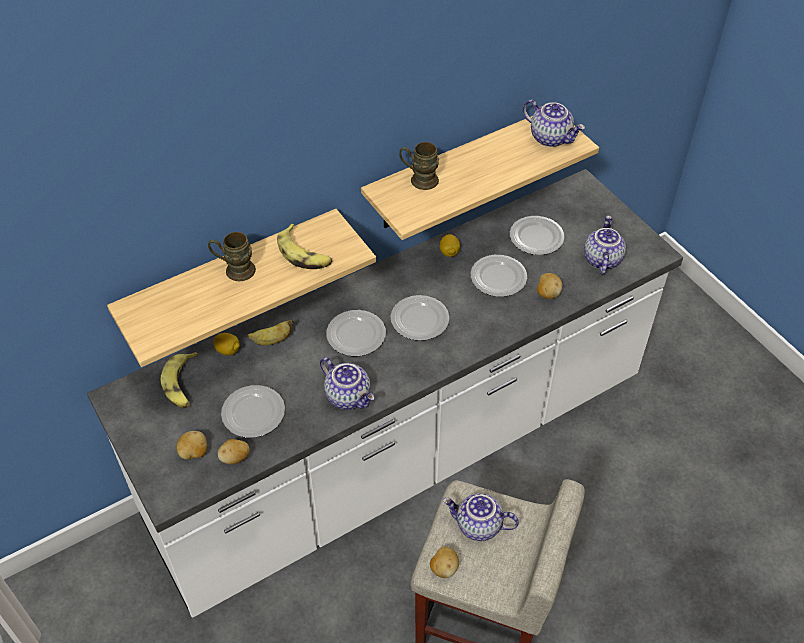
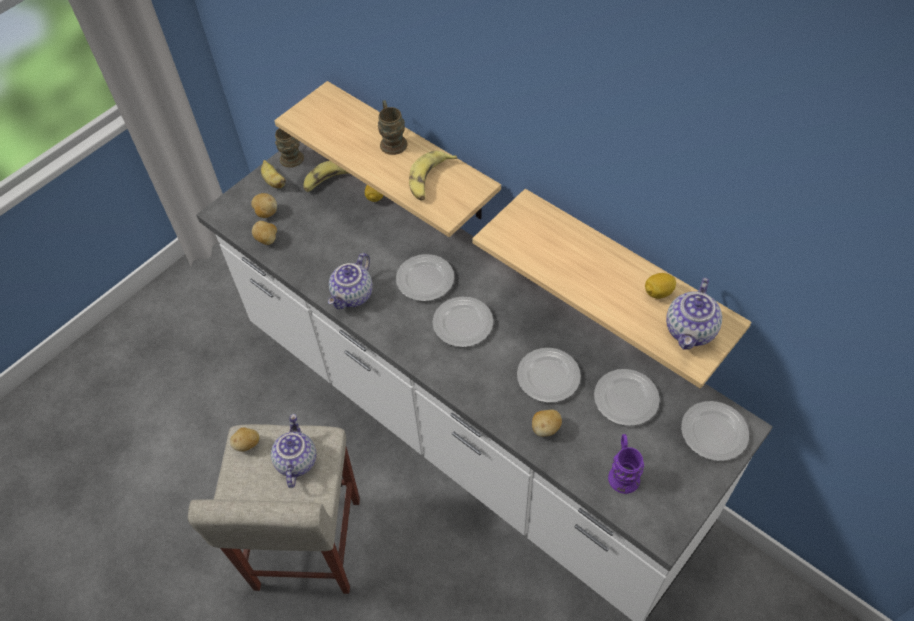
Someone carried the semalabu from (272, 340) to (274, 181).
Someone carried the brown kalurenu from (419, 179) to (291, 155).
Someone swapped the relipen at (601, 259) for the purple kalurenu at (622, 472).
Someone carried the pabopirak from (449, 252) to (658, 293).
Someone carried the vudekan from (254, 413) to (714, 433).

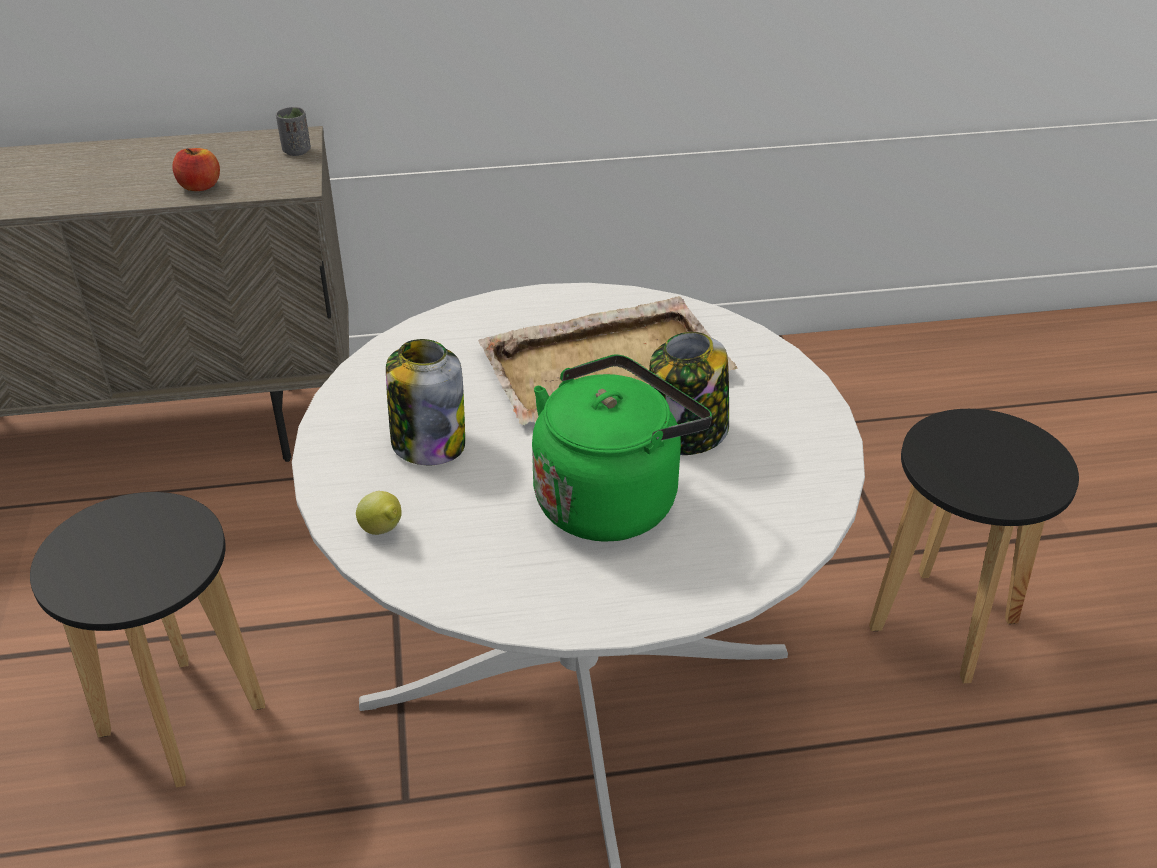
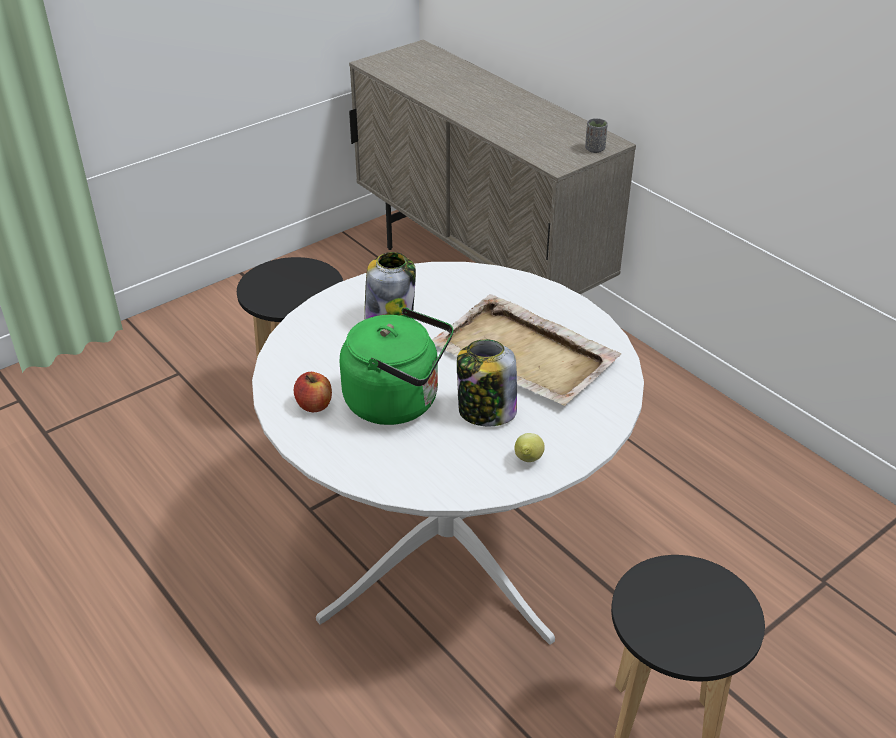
Someone carried the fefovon from (200, 186) to (314, 405).
Someone carried the pabopirak from (383, 531) to (528, 460).

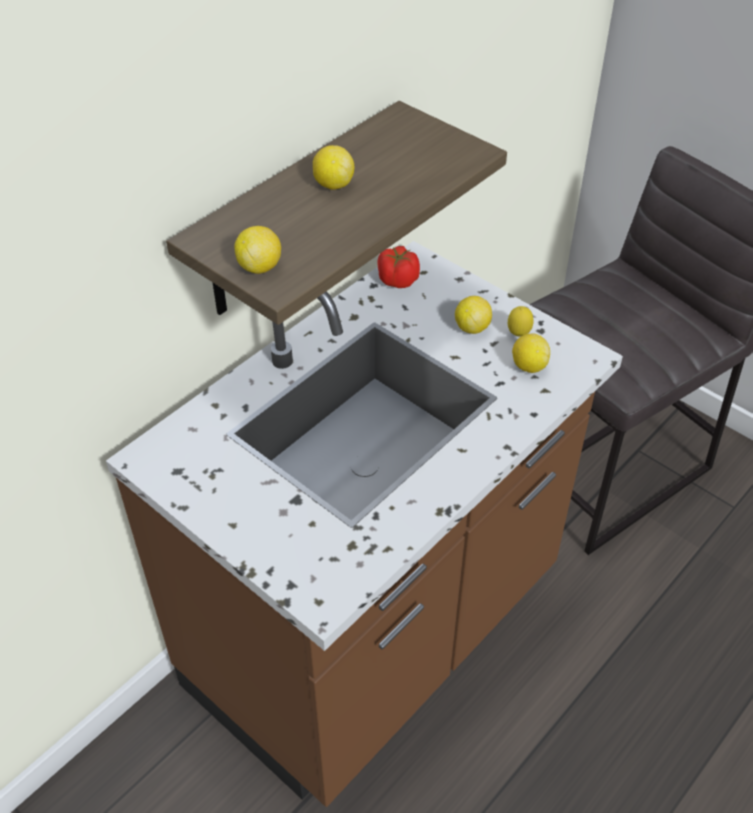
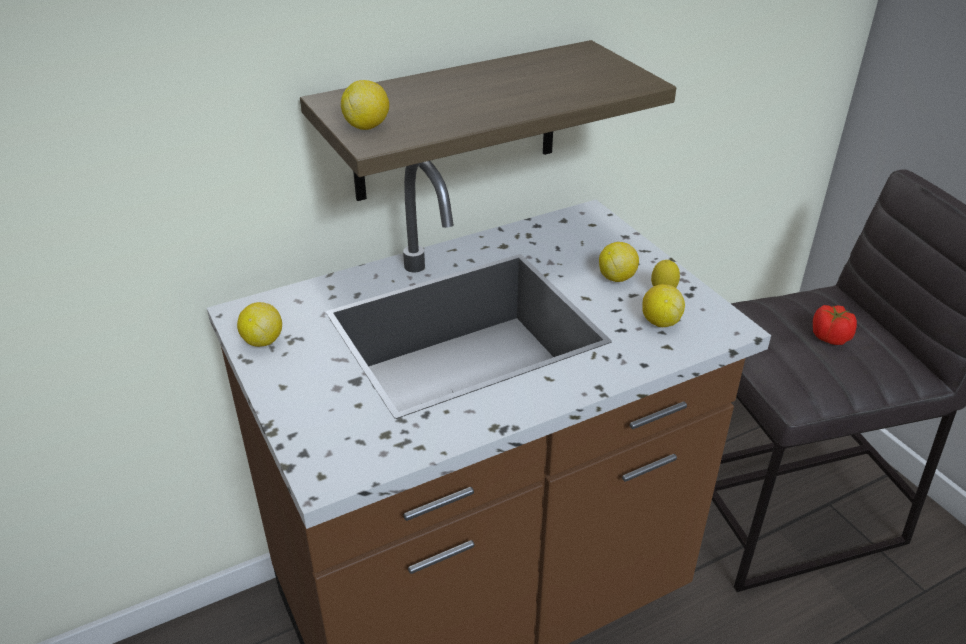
Someone carried the pabopirak from (333, 184) to (262, 340).
Someone carried the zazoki from (397, 280) to (829, 337).

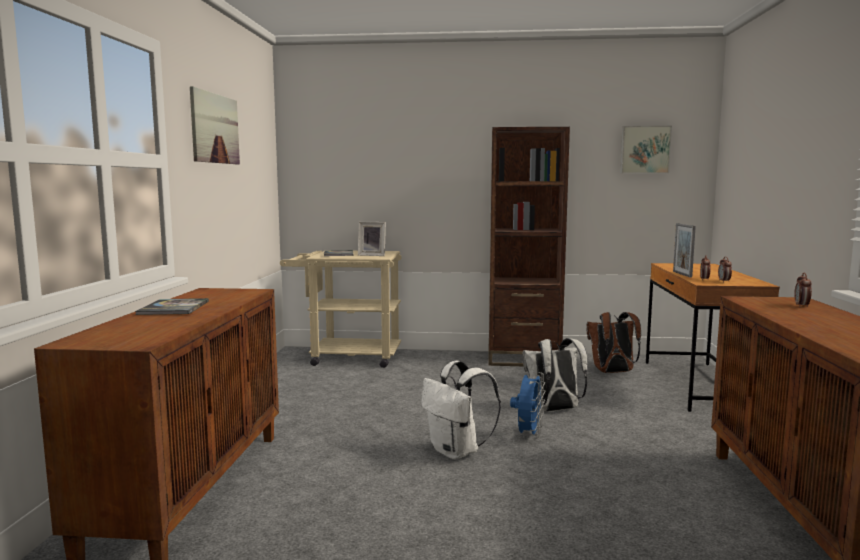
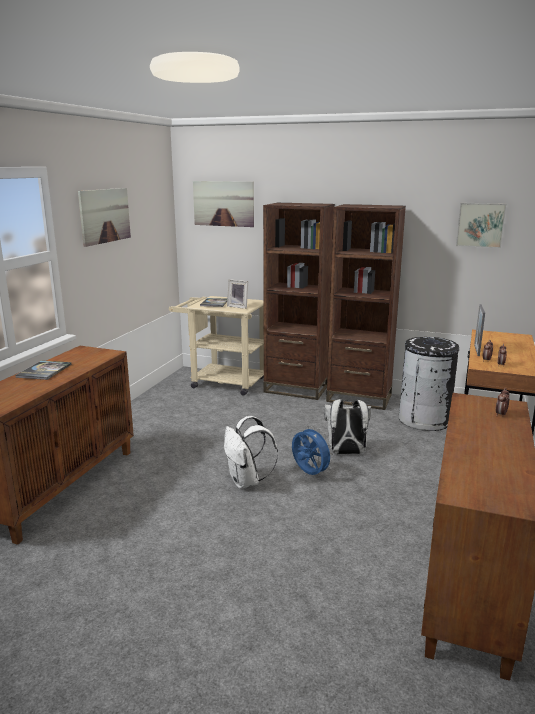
Someone put up the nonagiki at (223, 203).
Someone put down the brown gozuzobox at (296, 389).
Someone rotated the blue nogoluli at (528, 435) by 75 degrees counterclockwise.
Someone swapped the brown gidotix at (612, 372) for the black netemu at (424, 420).

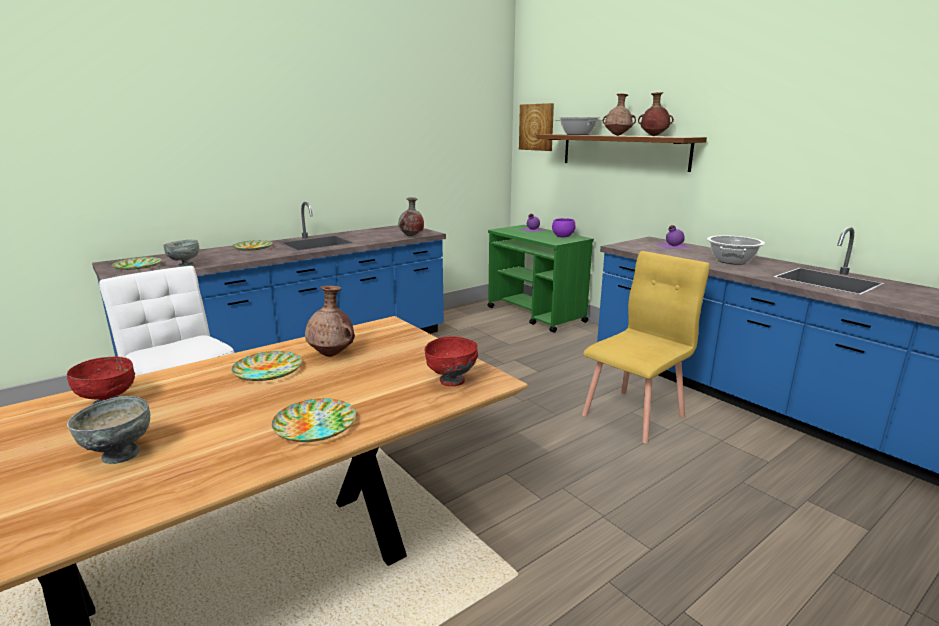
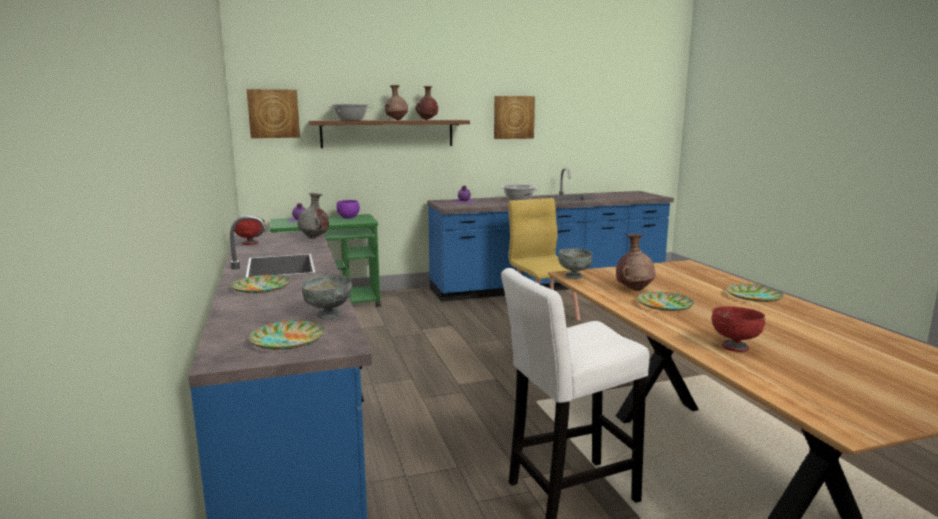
Someone carried the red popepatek from (451, 381) to (250, 243).
Someone put up the nonagiki at (513, 117).
Someone carried the grey popepatek from (120, 455) to (574, 276).

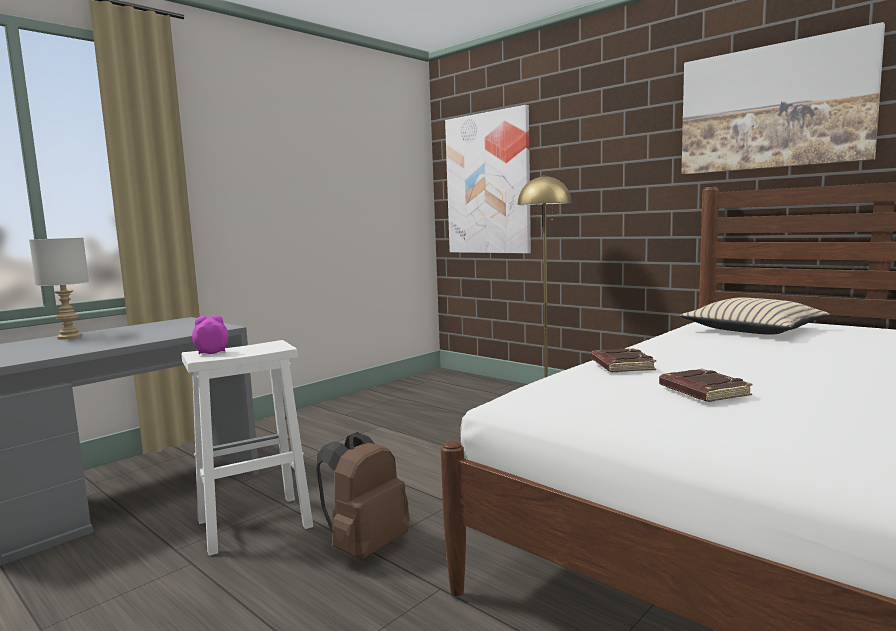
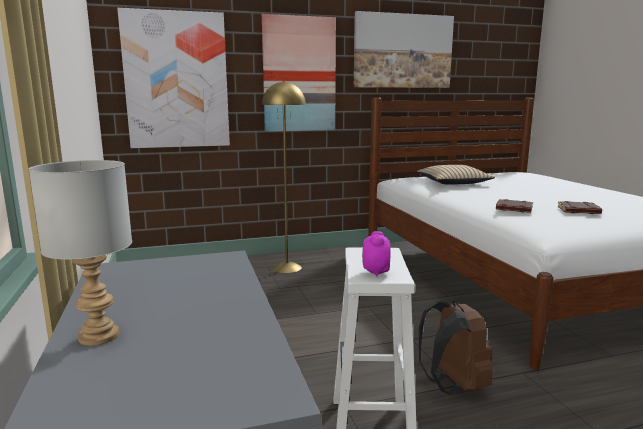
Someone put up the nonagiki at (299, 75).

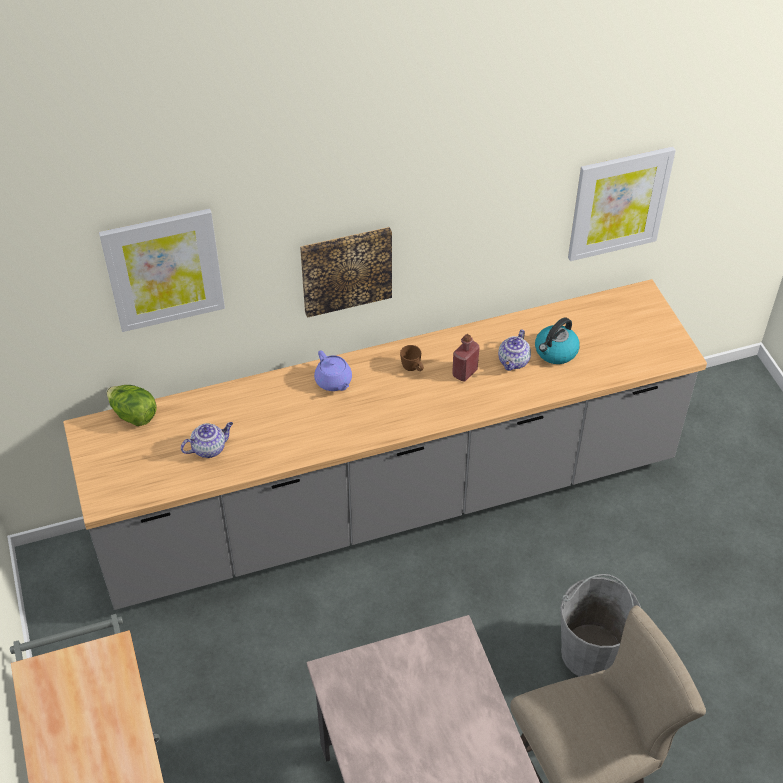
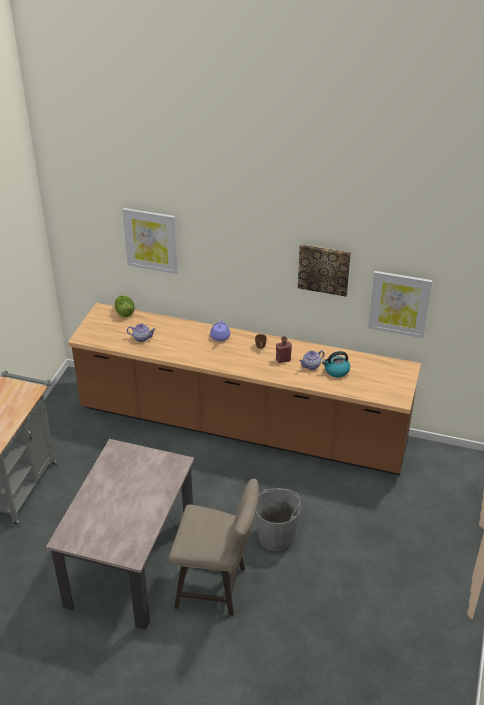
Someone repainted the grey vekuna at (391, 503), which became the brown vekuna at (242, 427).
Someone carried the nonagiki from (346, 270) to (324, 269).

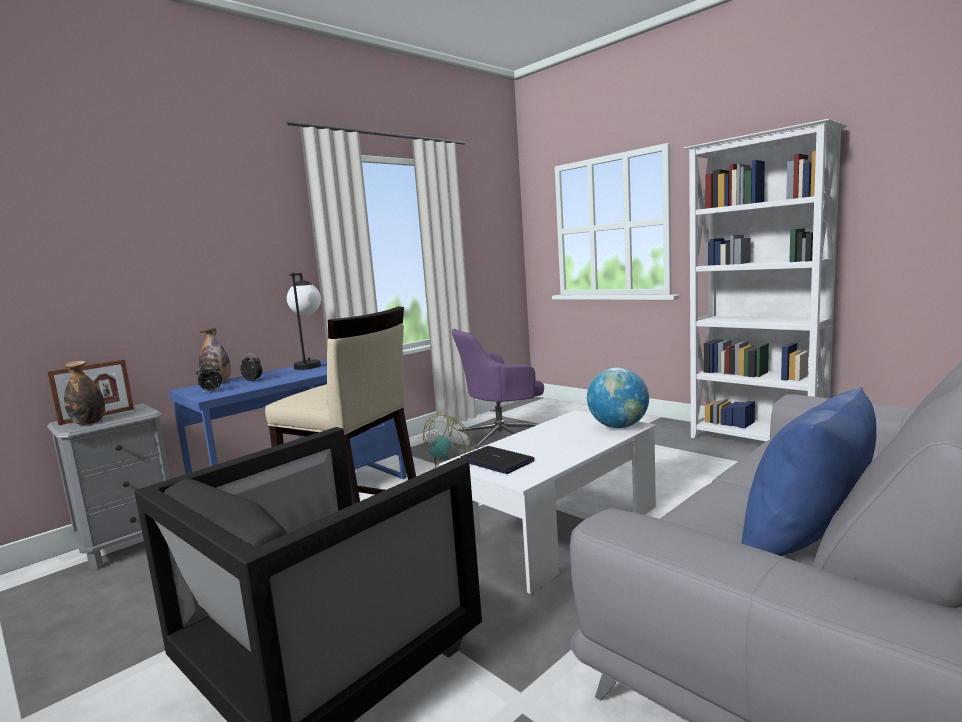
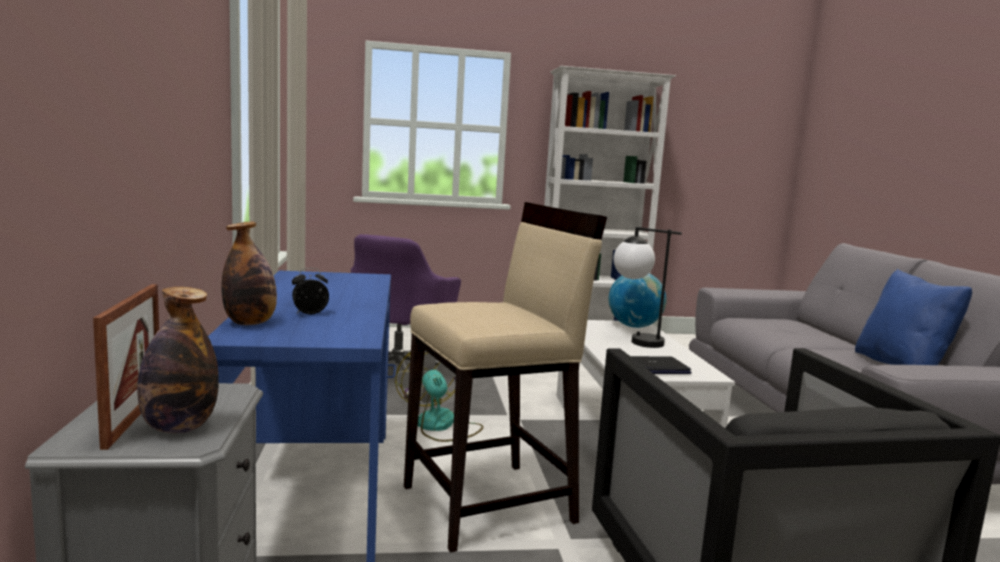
Someone carried the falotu from (310, 365) to (634, 340).
Someone took away the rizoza at (211, 392).

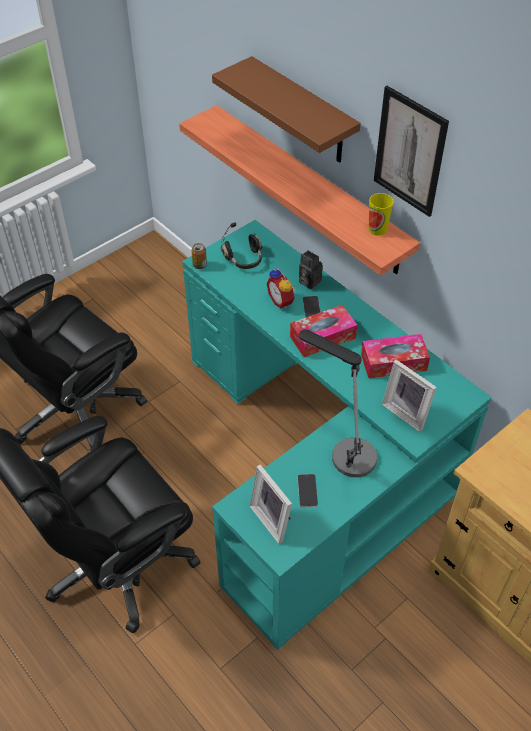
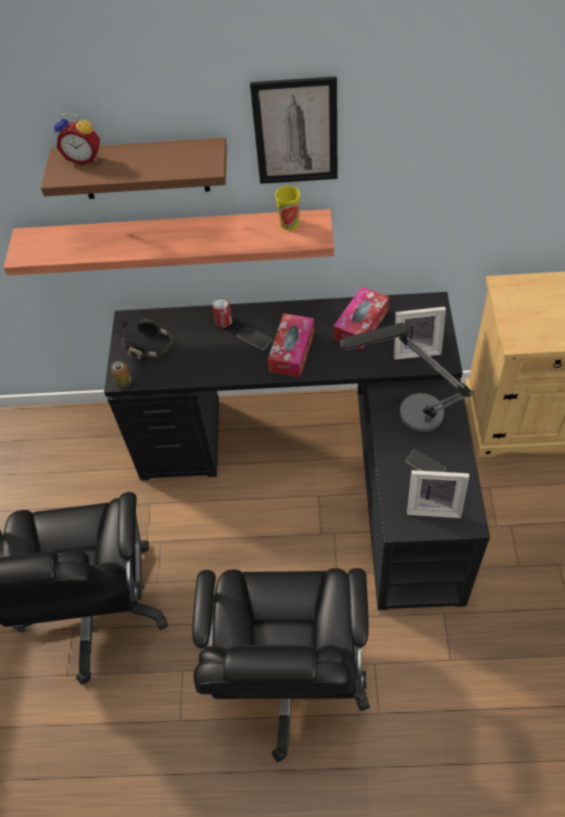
Someone carried the rizoza from (282, 301) to (84, 158).
Someone repainted the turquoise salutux at (315, 463), which became the black salutux at (324, 462).
Someone swapped the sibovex at (308, 281) for the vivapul at (224, 321).

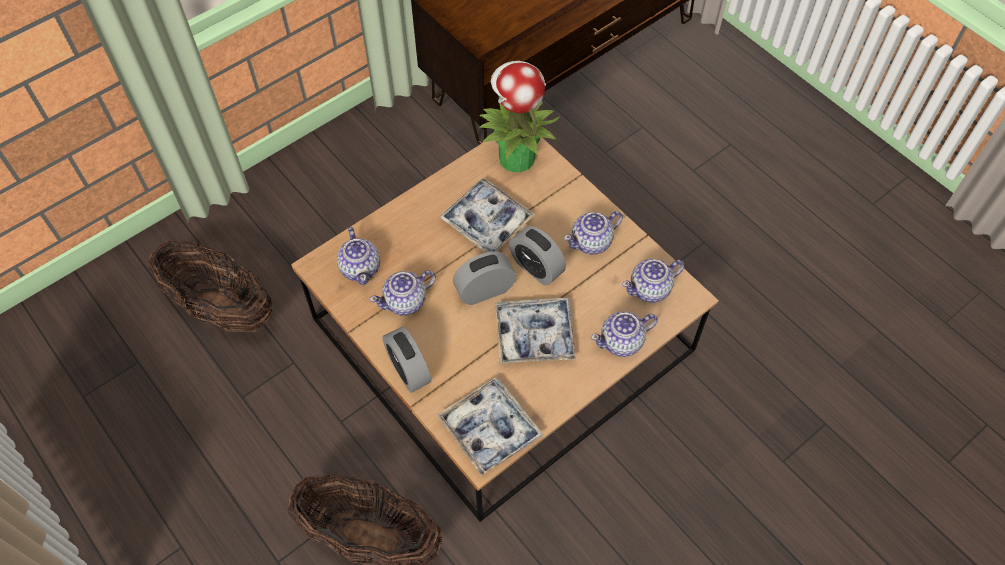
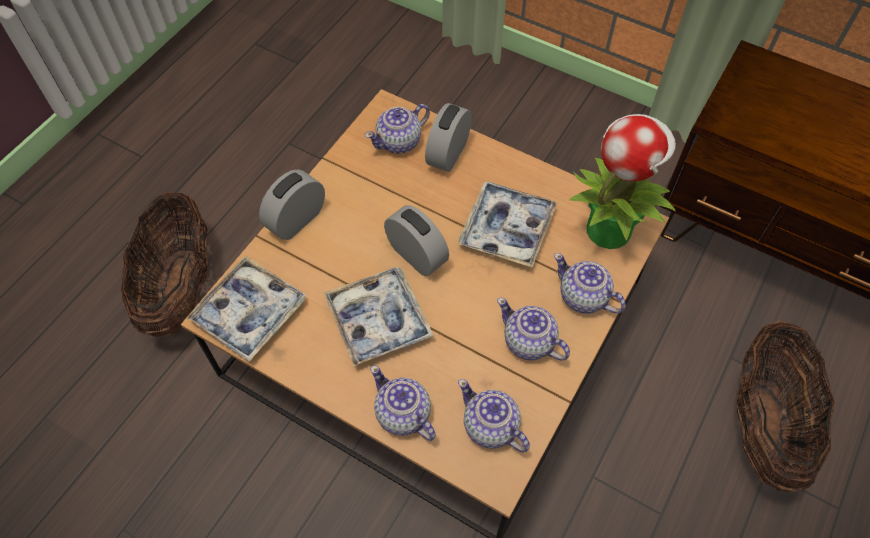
Someone carried the rizoza from (536, 267) to (448, 154).
Someone carried the relipen from (406, 301) to (583, 297).
Someone carried the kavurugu from (222, 308) to (763, 424).

